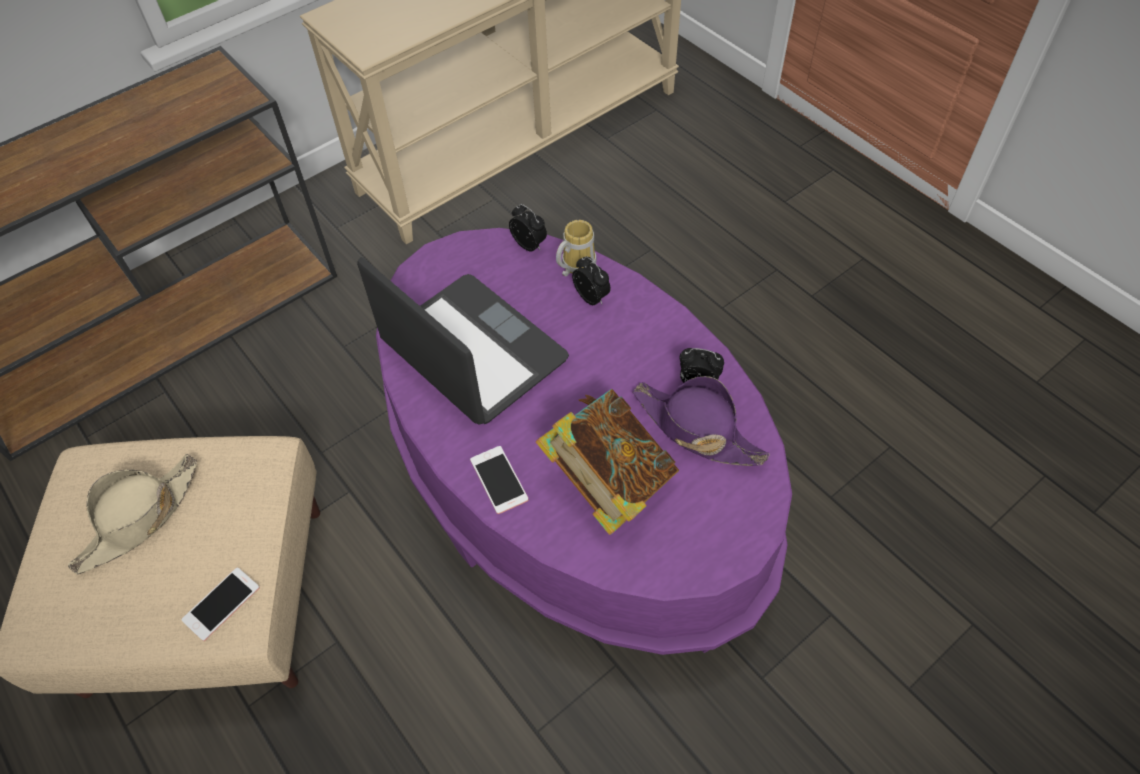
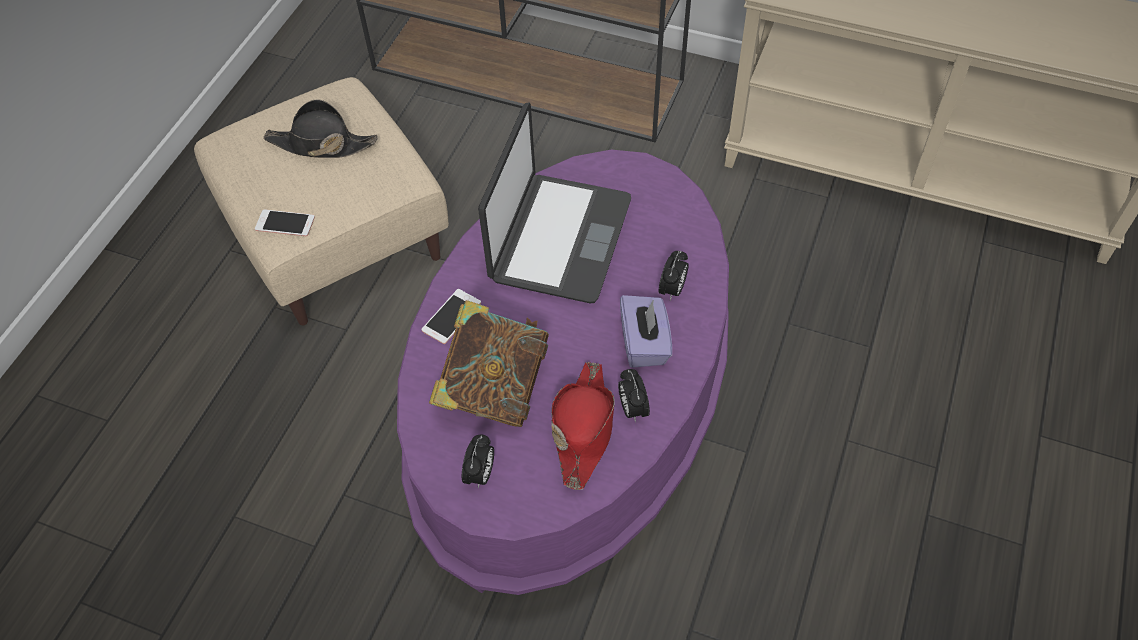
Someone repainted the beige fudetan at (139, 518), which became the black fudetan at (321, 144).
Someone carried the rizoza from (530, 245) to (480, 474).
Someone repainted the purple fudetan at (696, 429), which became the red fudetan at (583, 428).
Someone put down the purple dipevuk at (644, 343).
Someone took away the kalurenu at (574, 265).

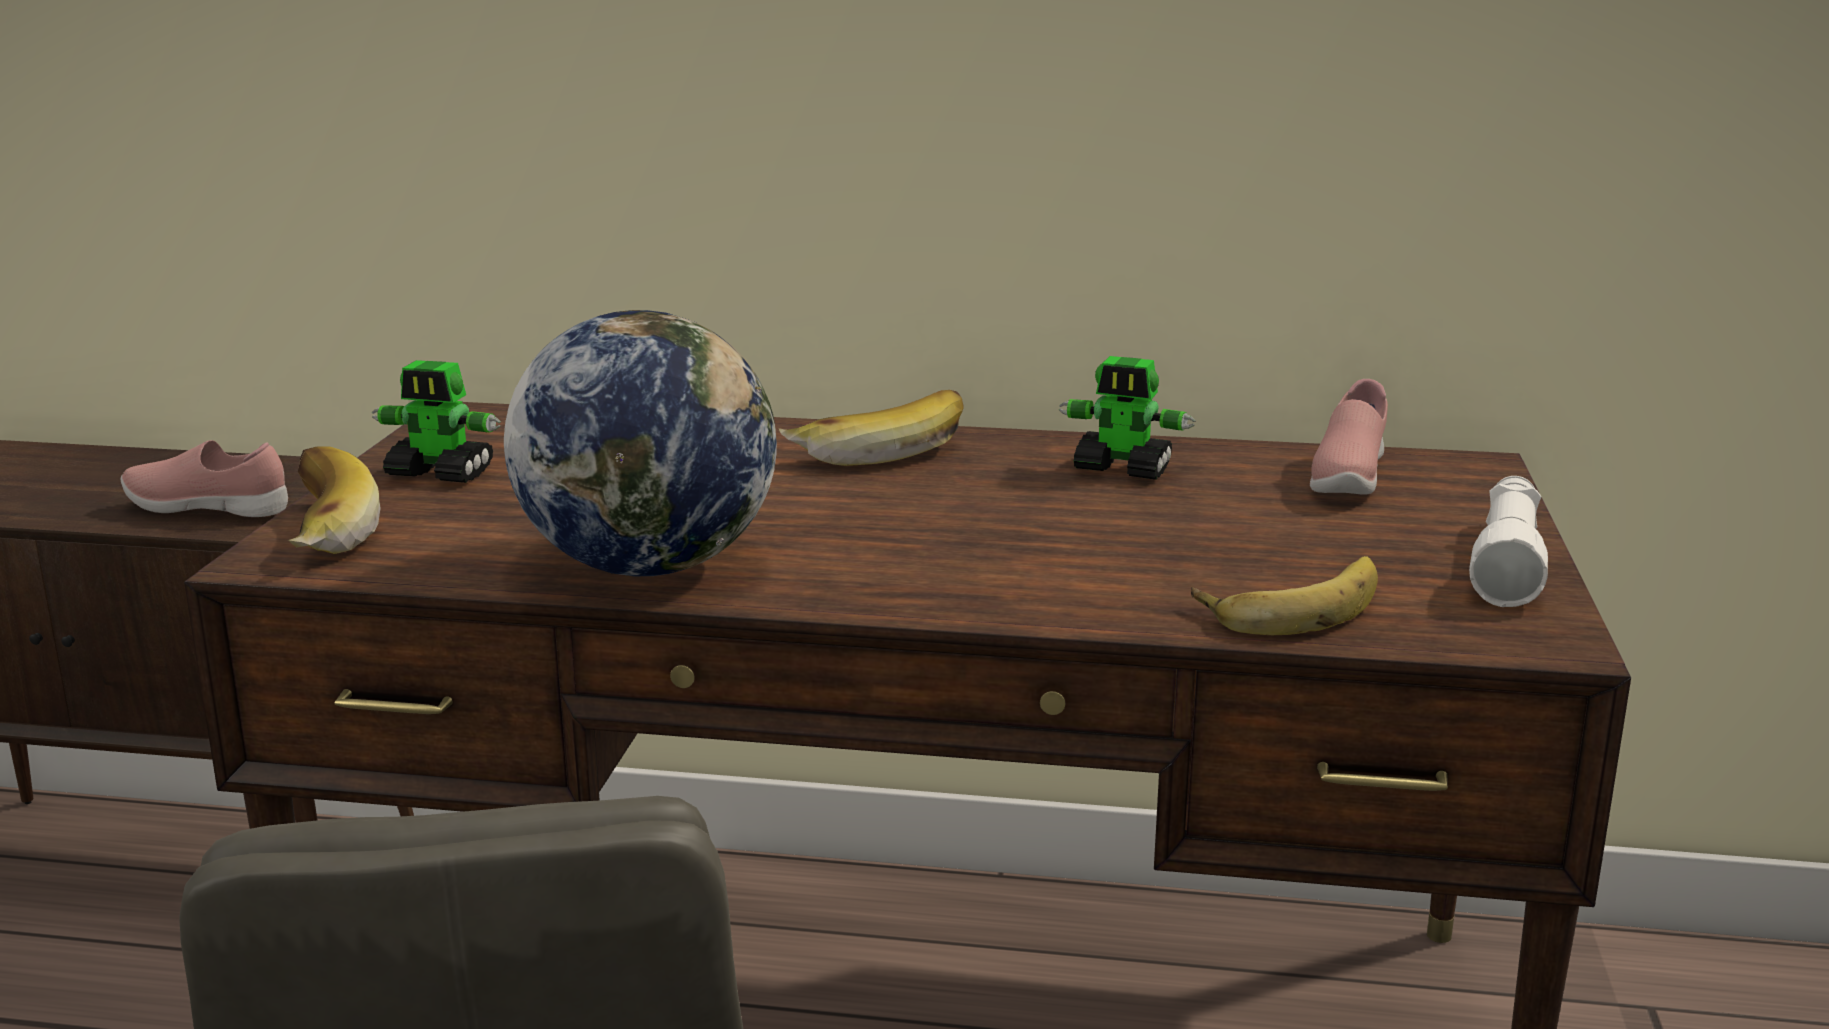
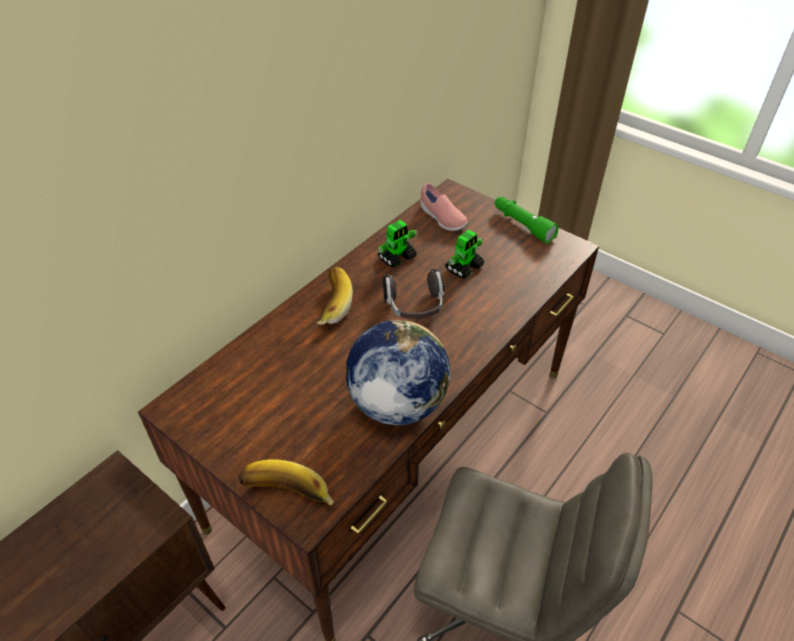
Someone put down the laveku at (414, 307).
Someone carried the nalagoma from (441, 473) to (464, 267).
Someone repainted the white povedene at (1507, 562), which became the green povedene at (522, 225).
Someone took away the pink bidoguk at (209, 510).
Someone took away the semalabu at (1290, 604).

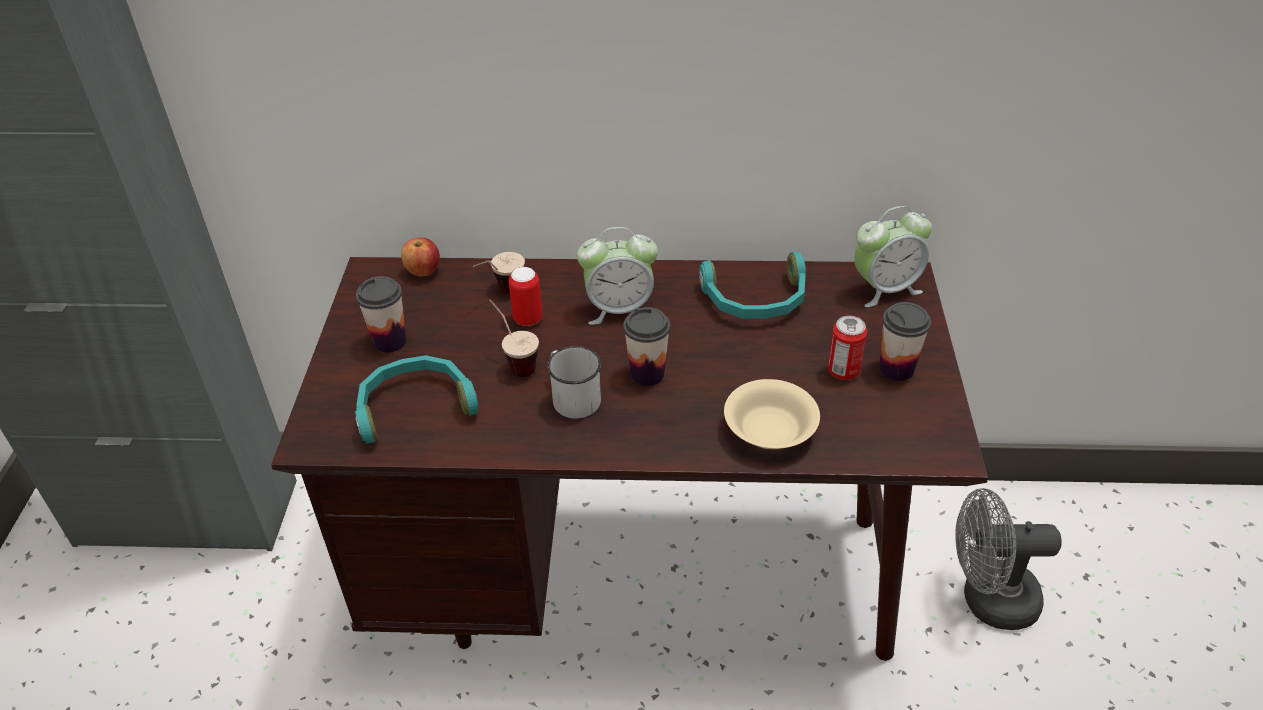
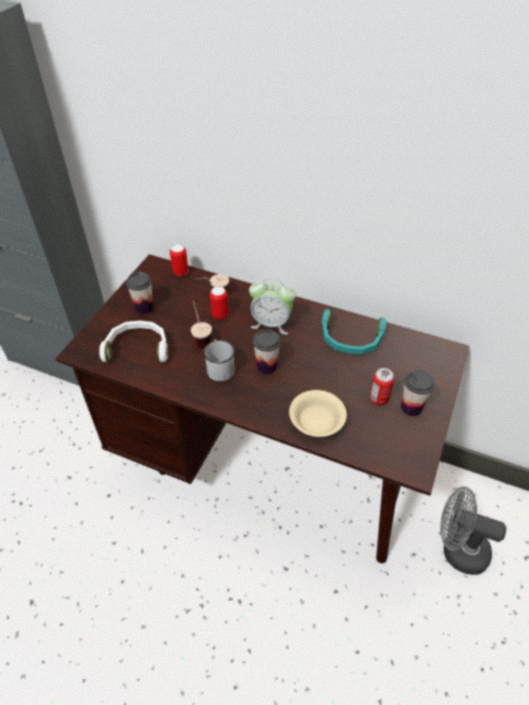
Someone repainted the turquoise laveku at (414, 406), which became the white laveku at (138, 348).
Someone swapped the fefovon at (423, 271) for the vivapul at (180, 272).
Someone took away the rizoza at (885, 289).

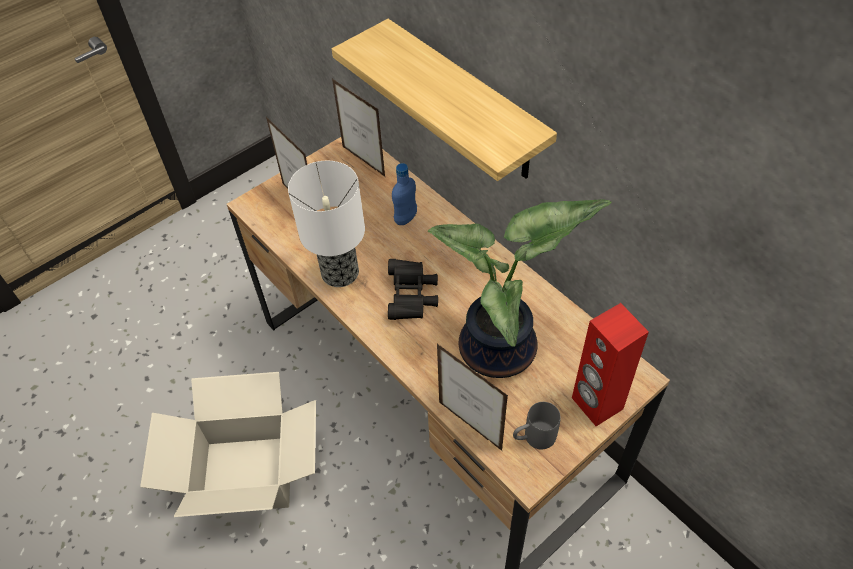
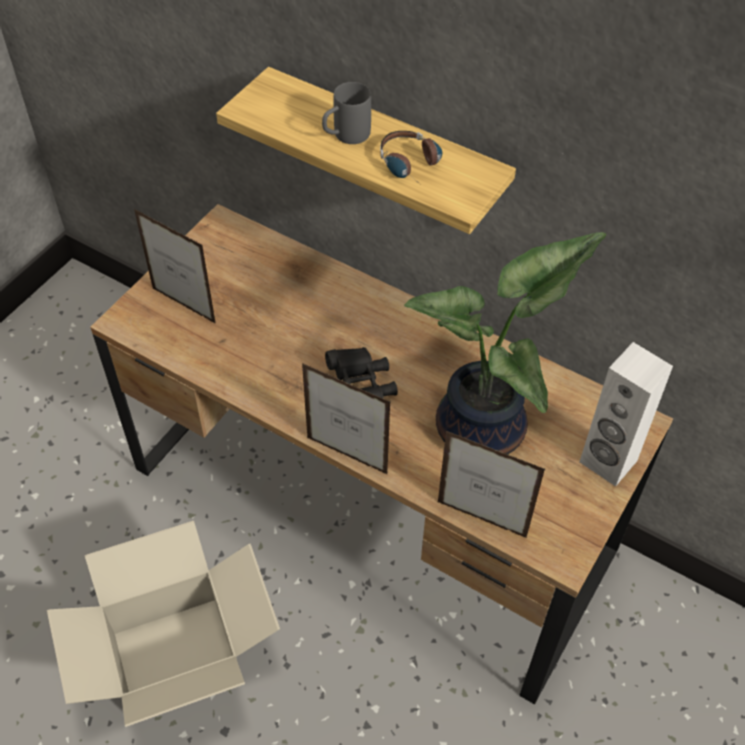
Someone carried the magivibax from (363, 161) to (347, 456).
Someone carried the grey kalurenu from (533, 438) to (345, 136).
Someone put down the laveku at (413, 167).
Someone repainted the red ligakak at (596, 404), which became the white ligakak at (607, 462).
Someone took away the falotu at (339, 274).
Someone took away the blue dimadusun at (406, 218).

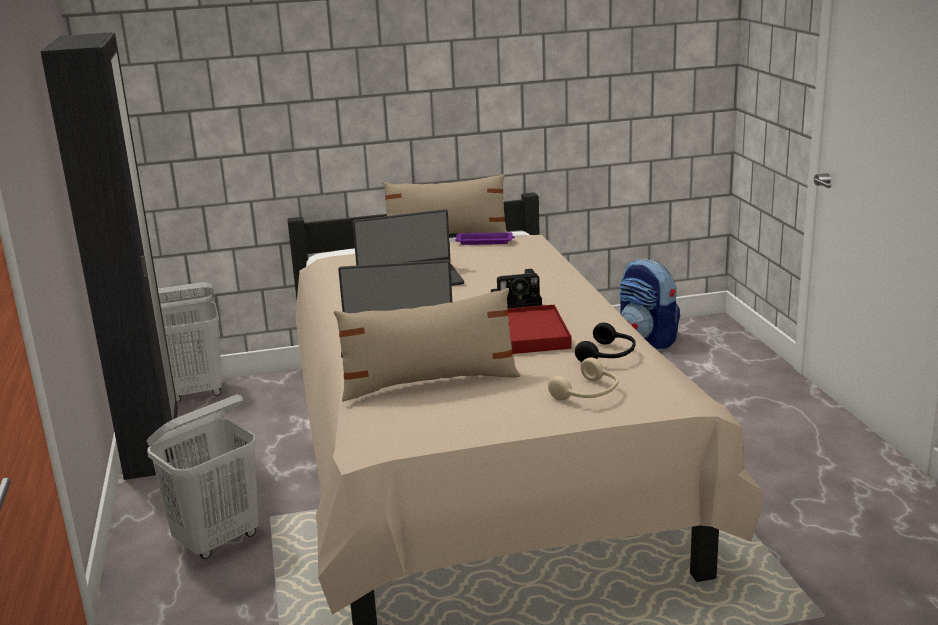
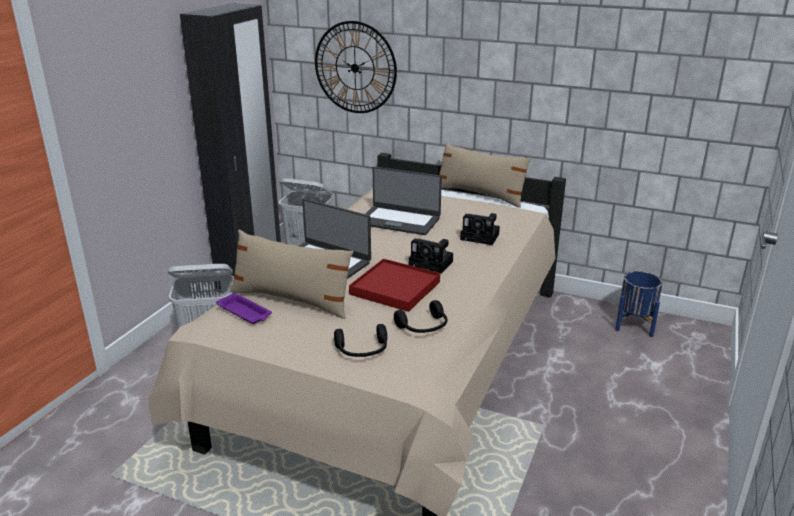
Someone carried the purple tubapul from (485, 241) to (245, 312).
Someone put up the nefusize at (355, 68).
Someone repainted the beige laveku at (588, 393), which became the black laveku at (362, 351).
Someone put down the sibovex at (481, 237).
Someone swapped the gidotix at (648, 339) for the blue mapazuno at (635, 324).

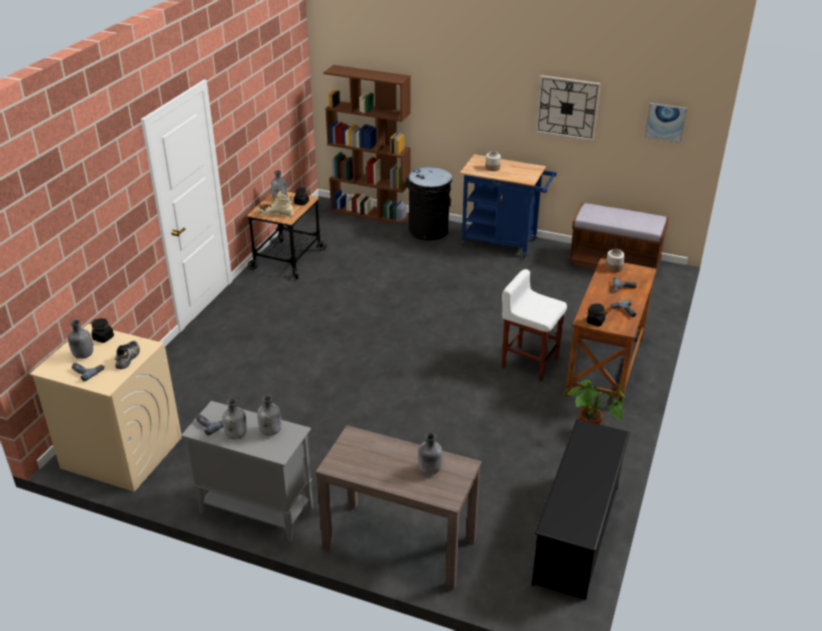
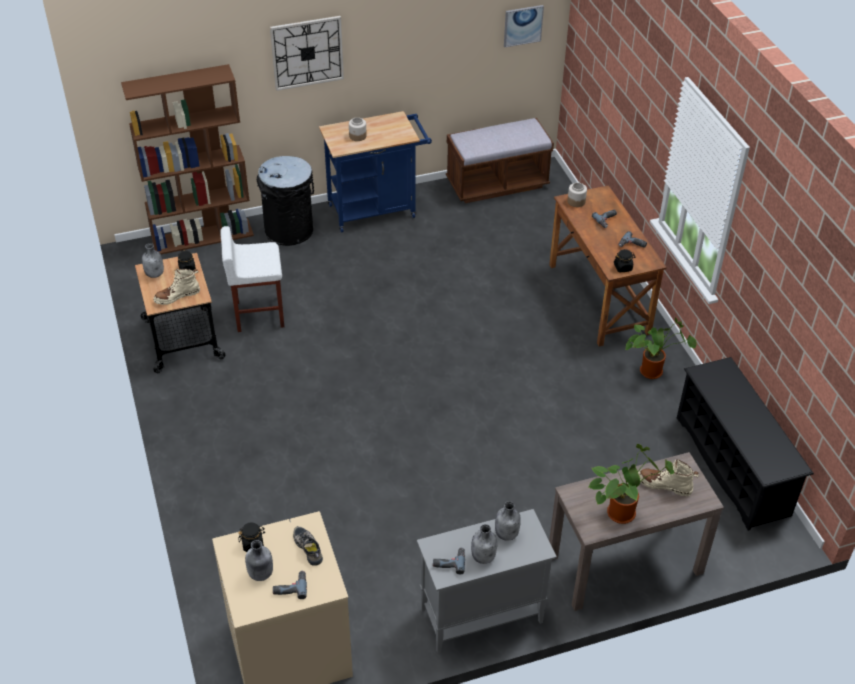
Someone carried the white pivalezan from (529, 363) to (258, 314).
Someone carried the nefusize from (567, 108) to (307, 52).
Someone put down the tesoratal at (622, 511).
Someone swapped the grey dimadusun at (429, 470) for the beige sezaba at (664, 485).

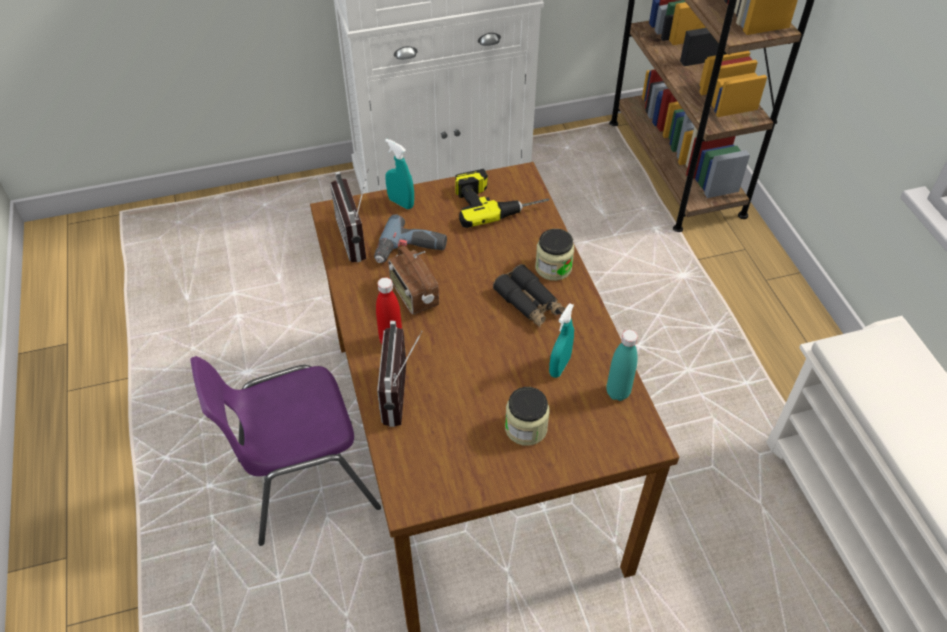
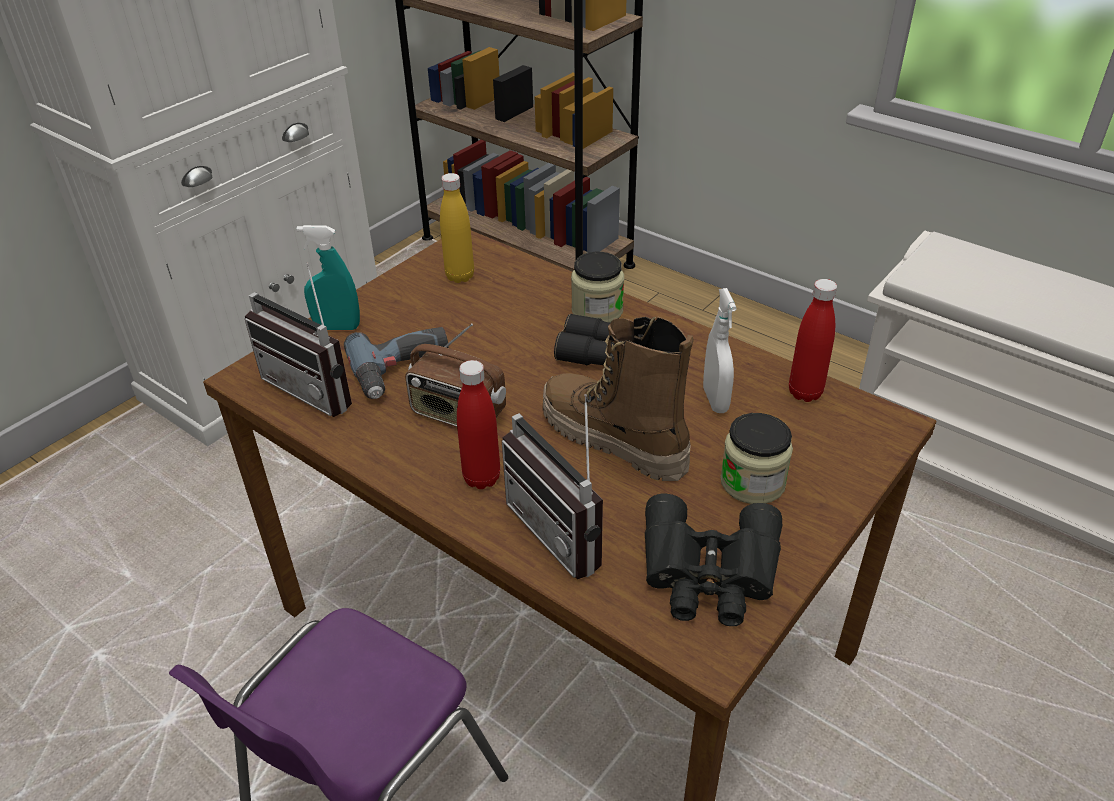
Someone swapped the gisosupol at (497, 200) for the yellow dimadusun at (460, 276).
Someone put down the sezaba at (613, 441).
Someone put down the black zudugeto at (709, 573).
Someone repainted the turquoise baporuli at (559, 366), which became the white baporuli at (715, 400).
Someone repainted the turquoise dimadusun at (618, 392), which became the red dimadusun at (805, 393).

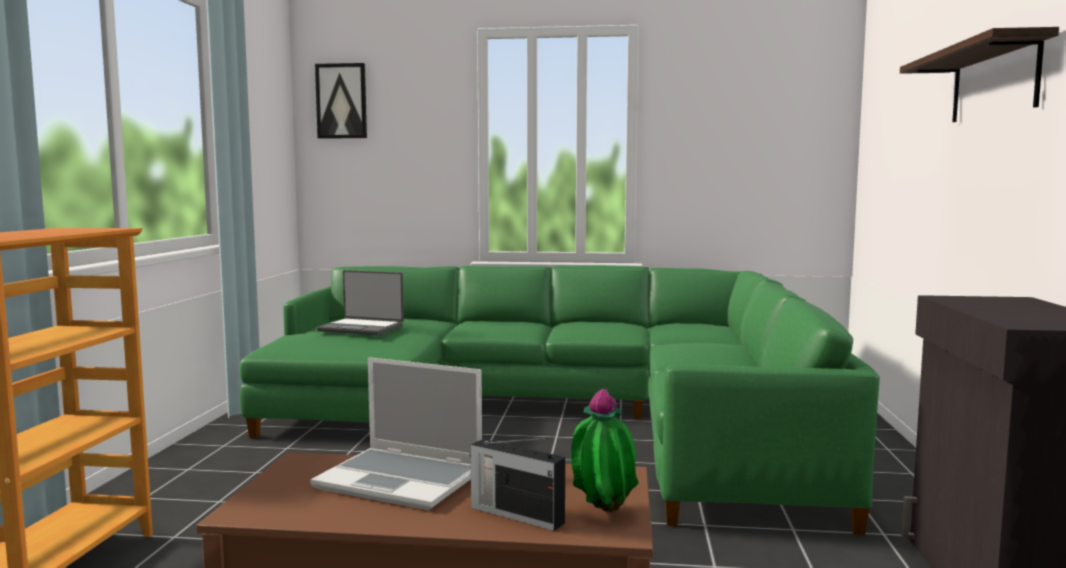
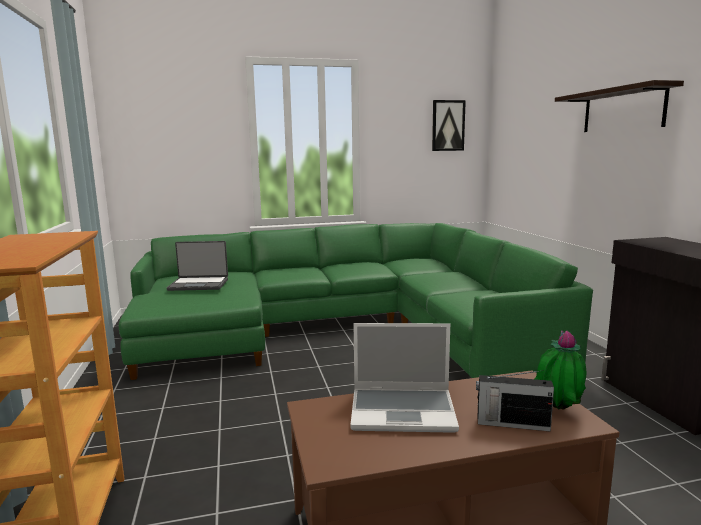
Someone carried the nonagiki from (341, 101) to (448, 125).

